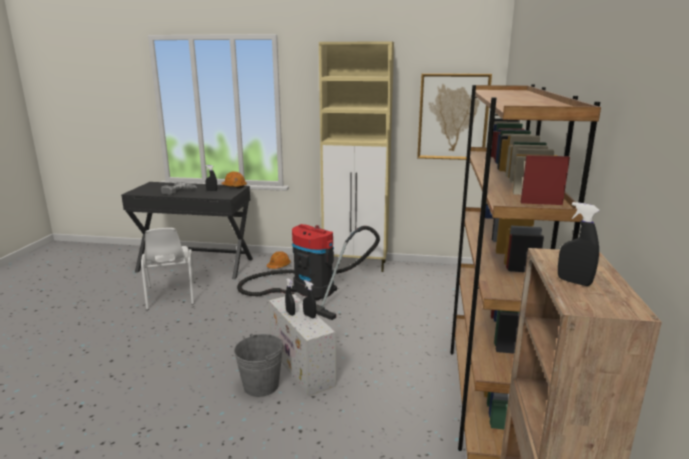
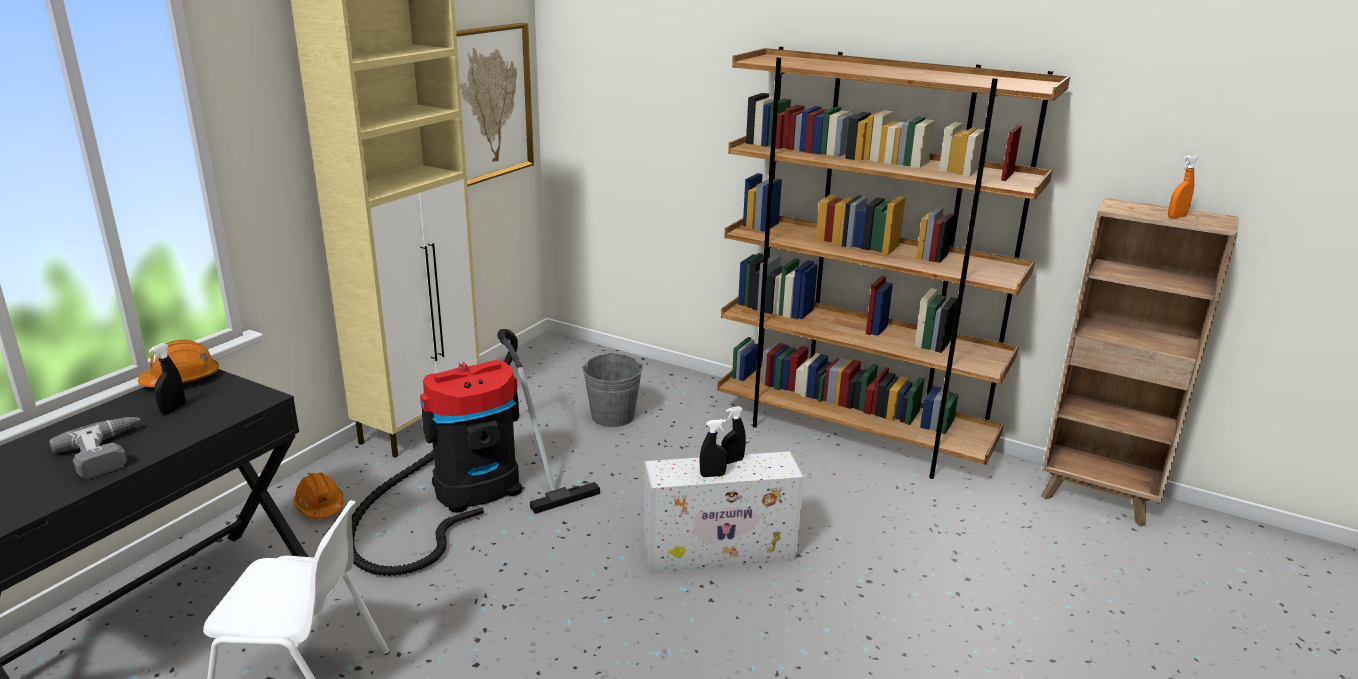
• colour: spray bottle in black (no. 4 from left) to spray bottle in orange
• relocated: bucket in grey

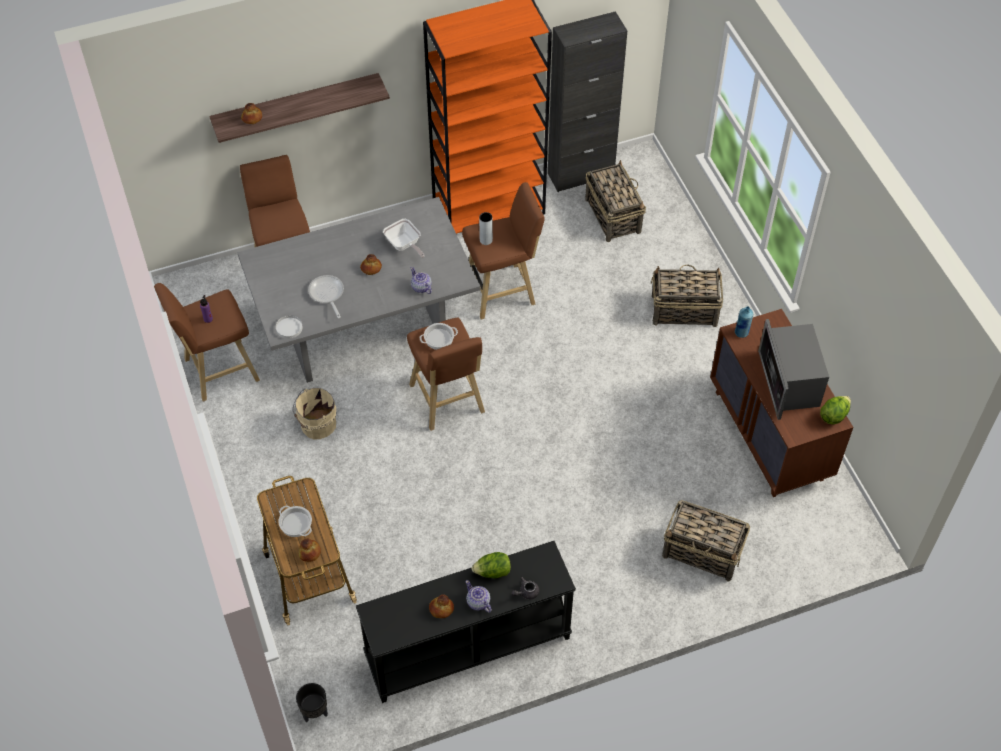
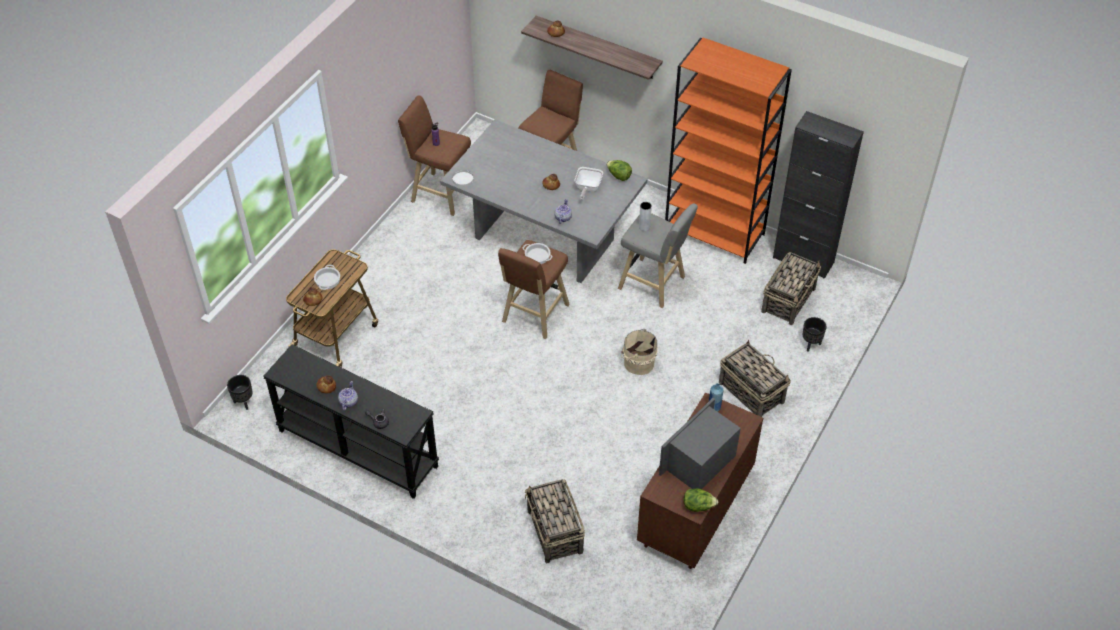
• colour: stool in brown (no. 4 from left) to stool in grey
• missing: frying pan (no. 1 from left)
• relocated: bucket in beige
• relocated: lettuce (no. 1 from left)
• appeared: planter in black (no. 2 from left)

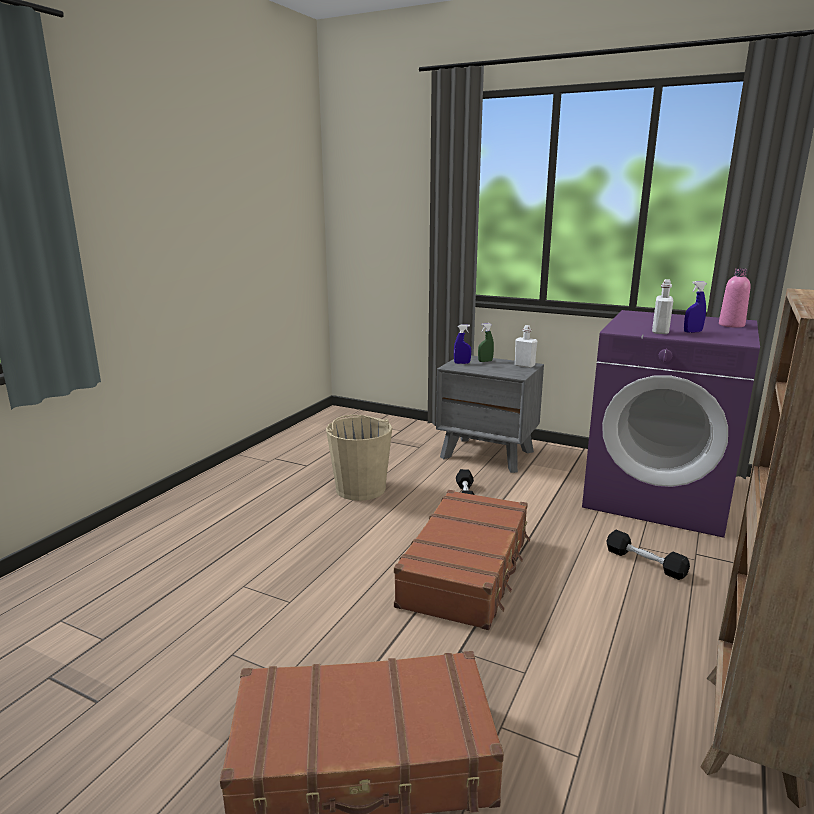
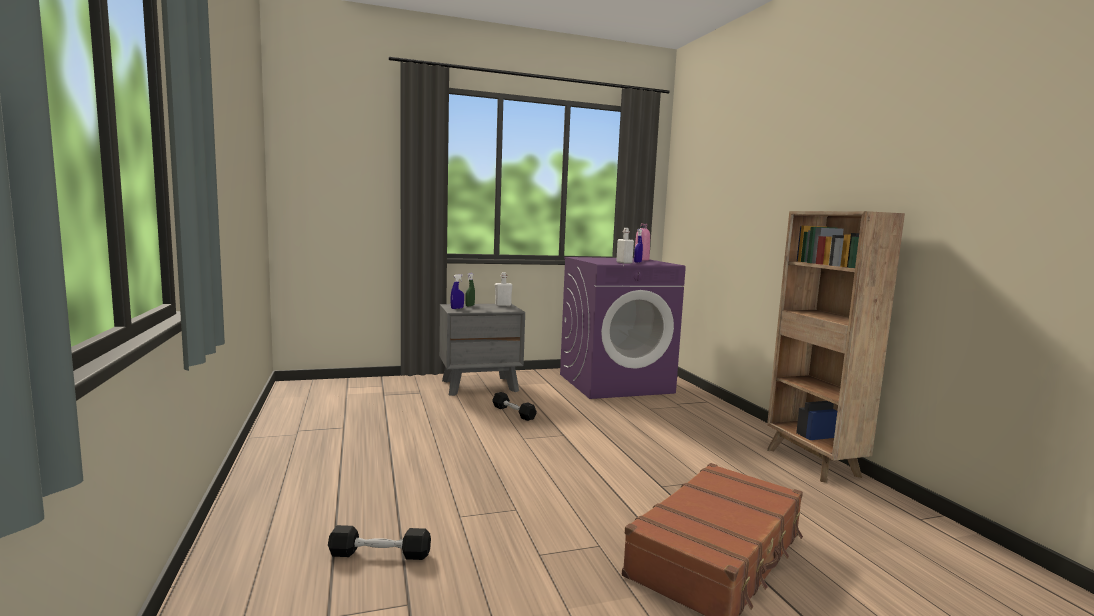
• missing: bucket in beige
• missing: suitcase in brown (no. 2 from left)
• relocated: dumbbell in black (no. 2 from left in the first image) to dumbbell in black (no. 1 from left)

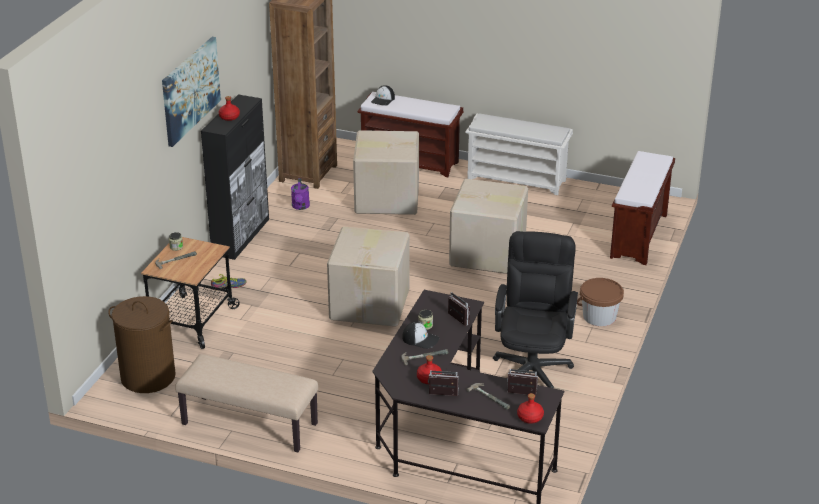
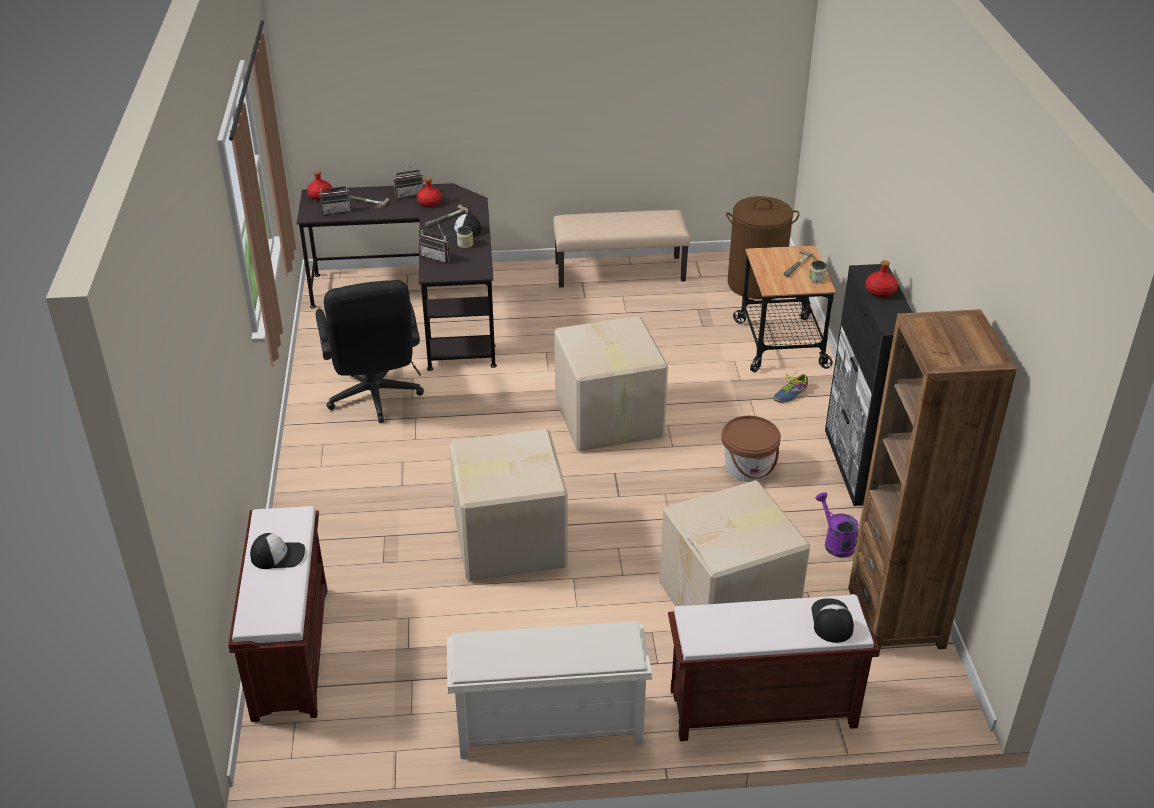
• missing: picture
• relocated: bucket in brown
• appeared: cap (no. 1 from left)

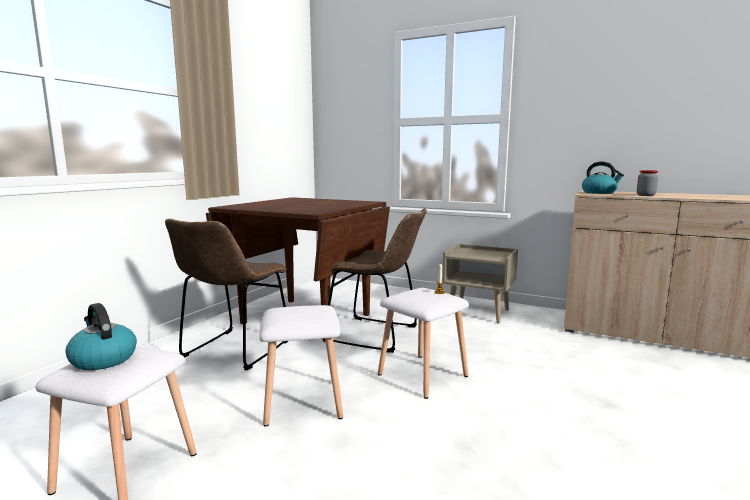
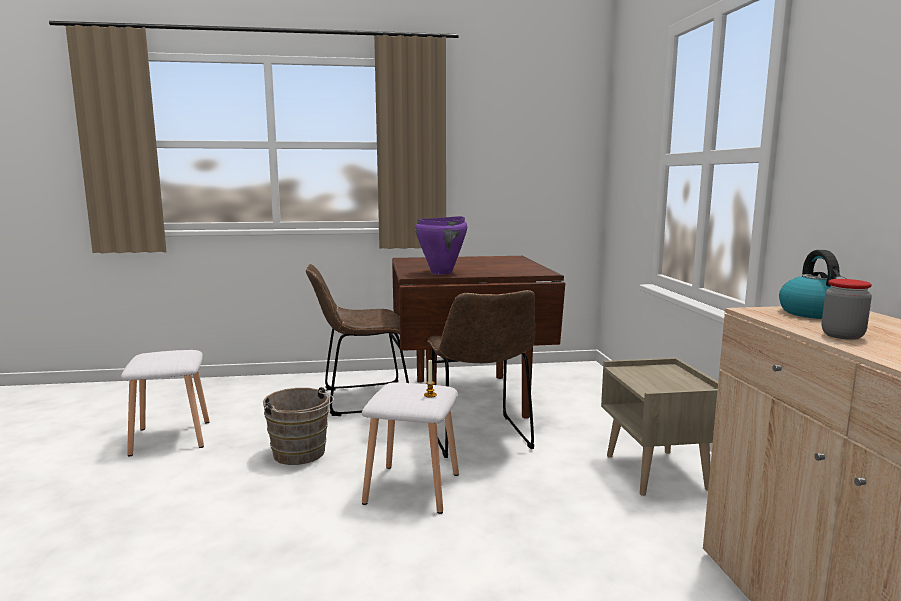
• missing: kettle (no. 1 from left)
• exchanged: stool in white (no. 2 from left) to bucket in brown
• appeared: cooking pot in purple

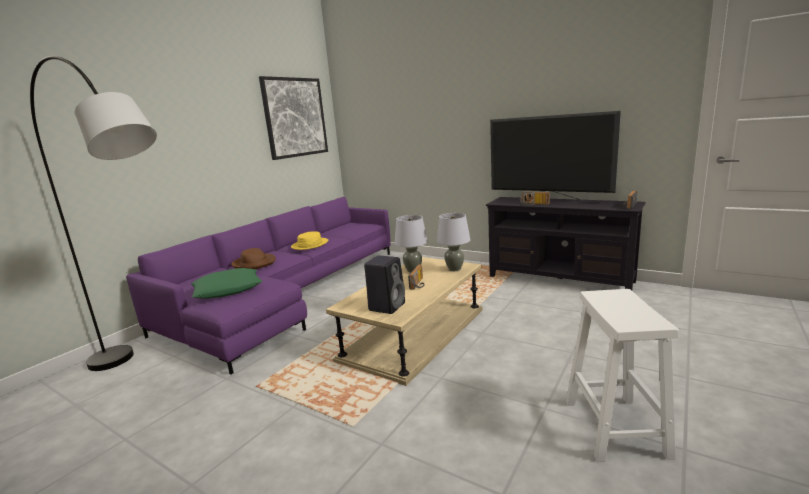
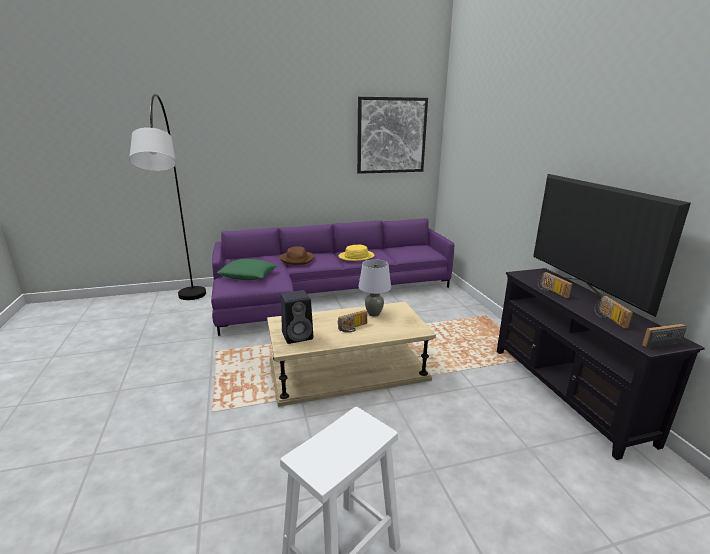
• missing: table lamp in grey (no. 2 from left)
• appeared: radio (no. 3 from left)

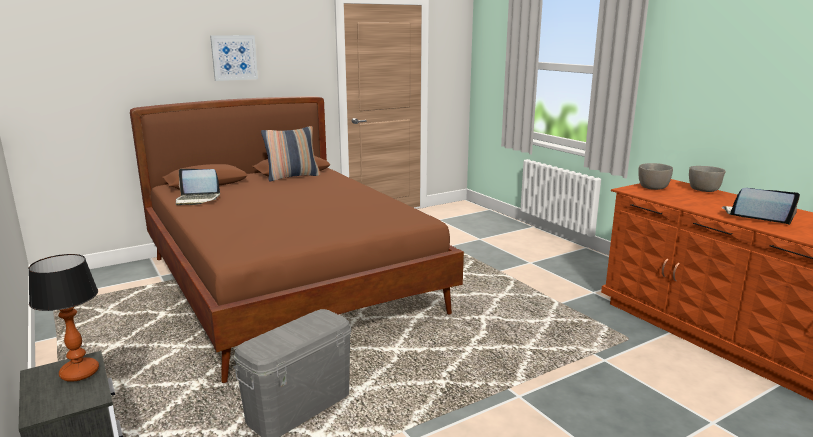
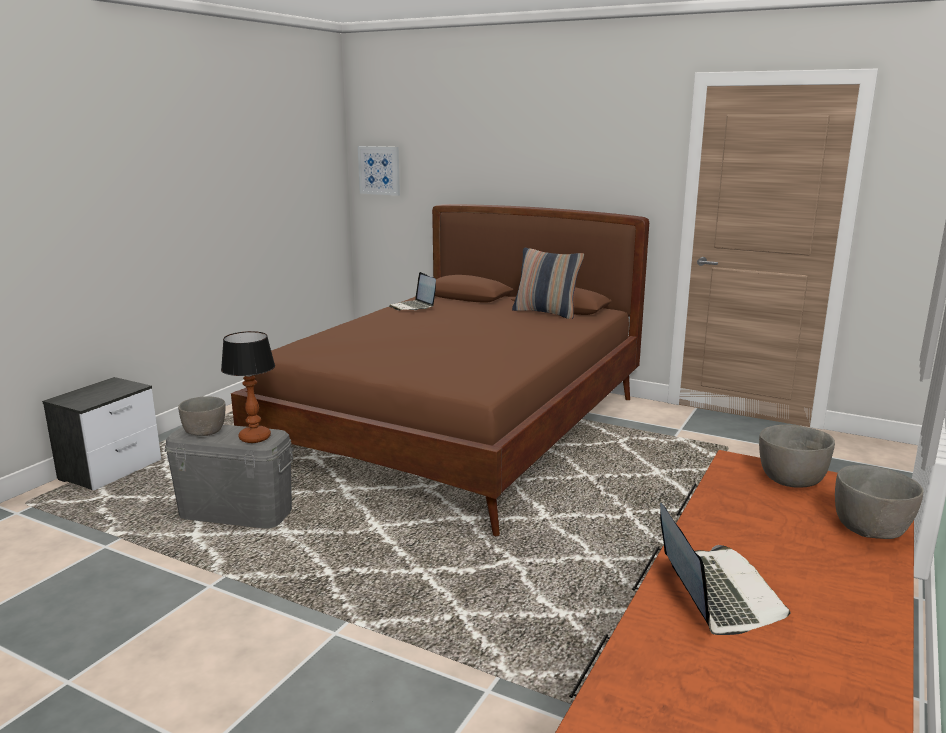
• relocated: picture
• relocated: table lamp
• appeared: bowl in grey (no. 1 from left)

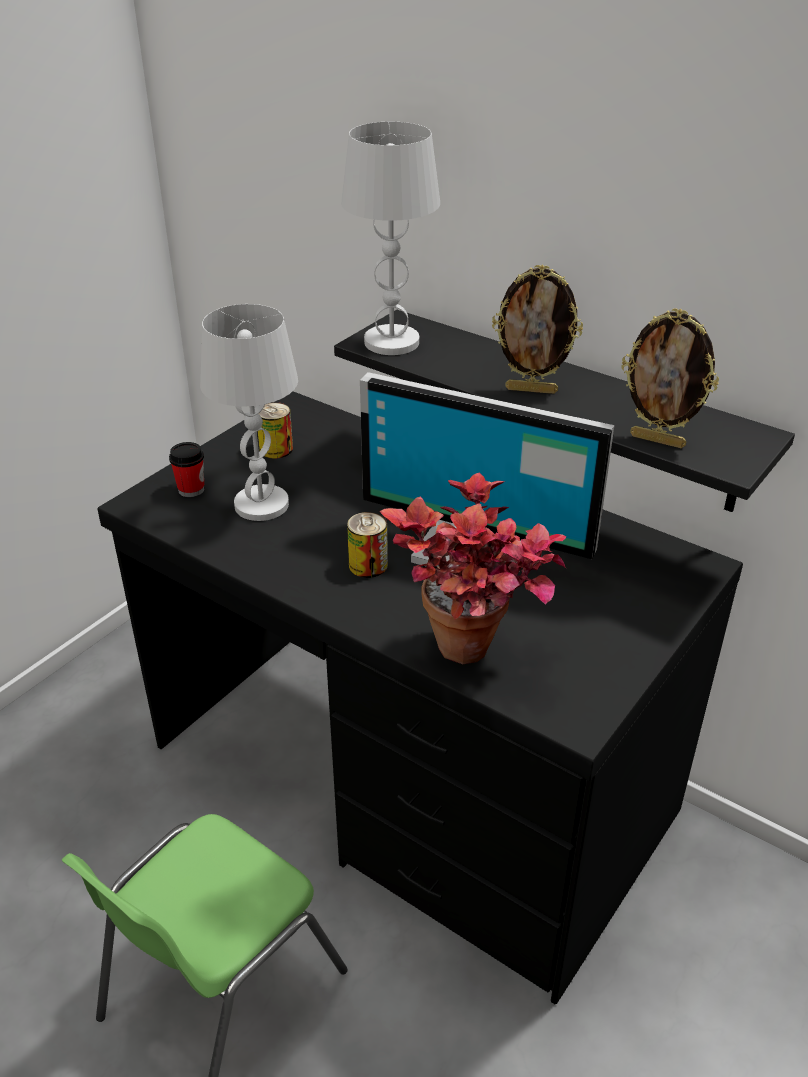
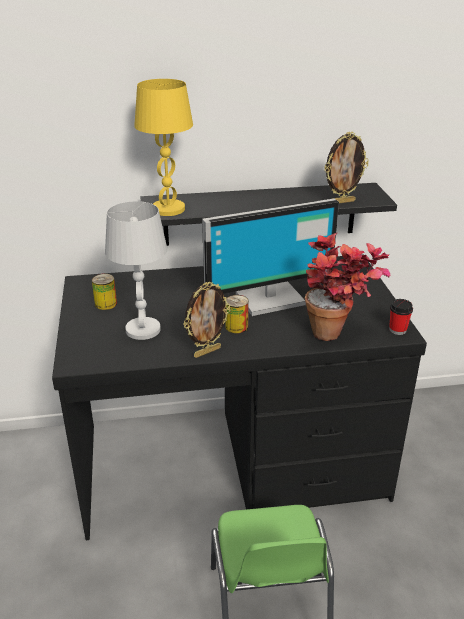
• colour: table lamp in white (no. 2 from left) to table lamp in yellow
• relocated: picture frame (no. 1 from left)
• relocated: cup

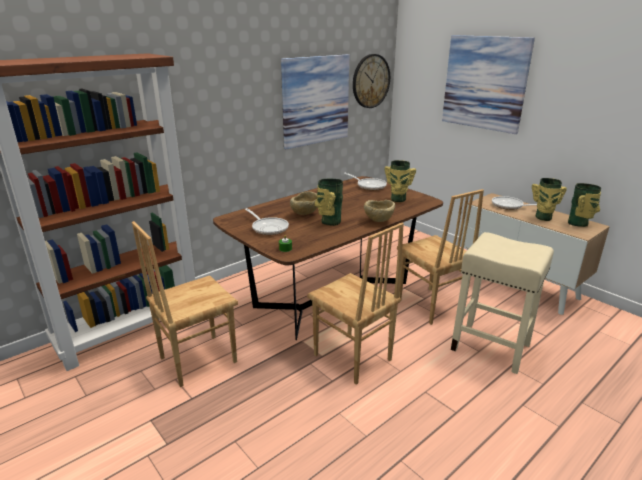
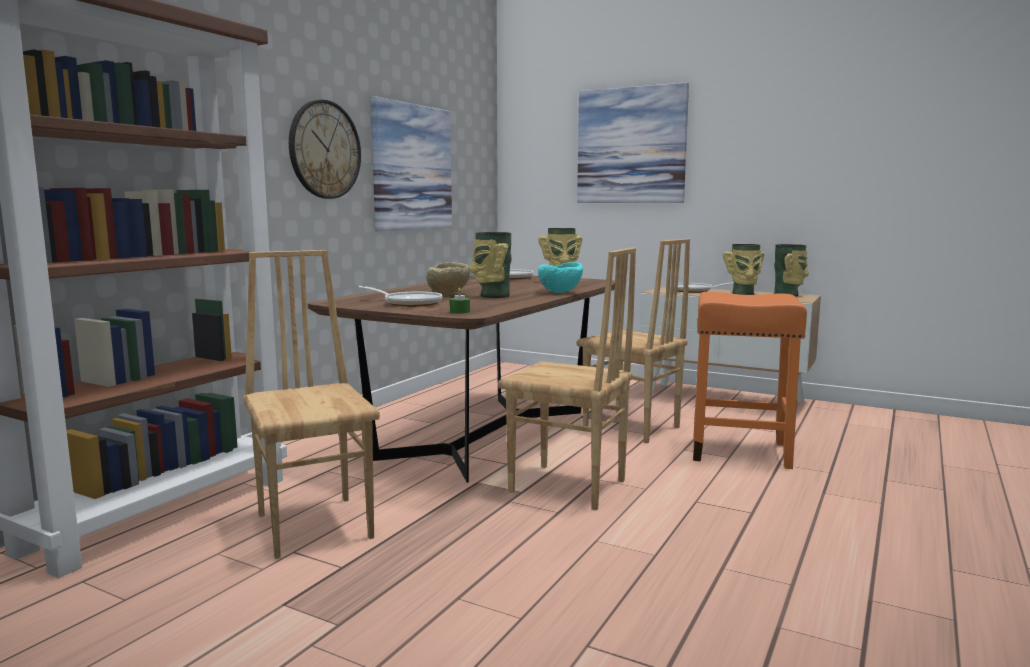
• relocated: wall clock
• colour: bowl in beige (no. 2 from left) to bowl in turquoise
• spun: chair in brown (no. 1 from left) 120 degrees clockwise
• colour: stool in beige to stool in orange

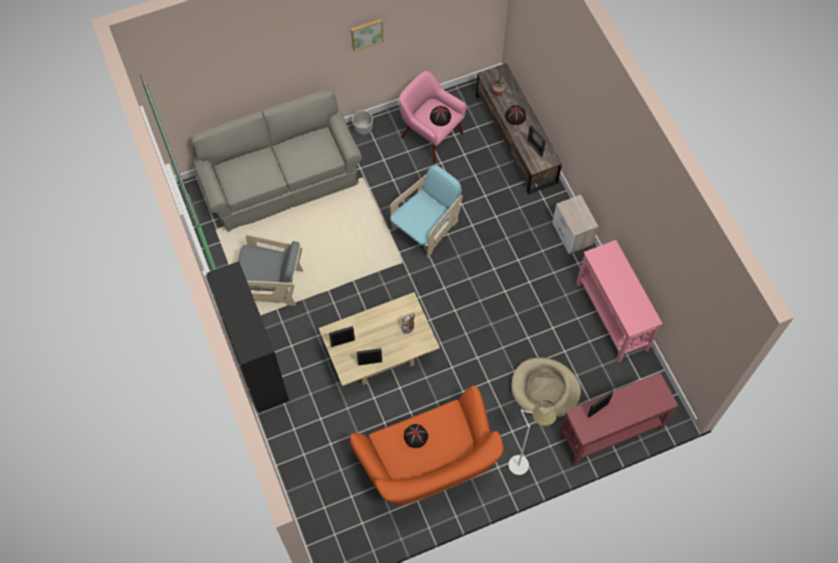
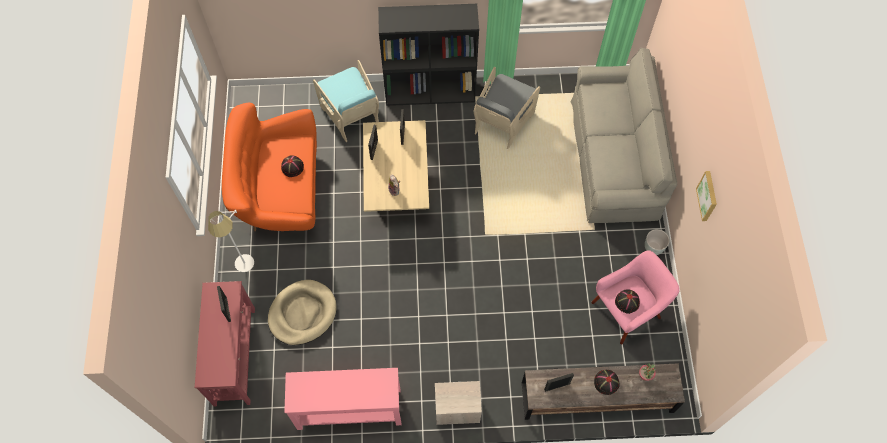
• relocated: armchair in turquoise

